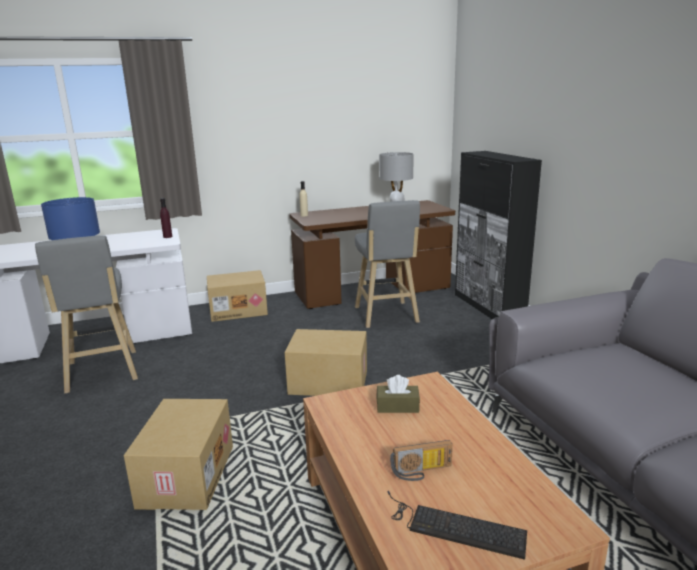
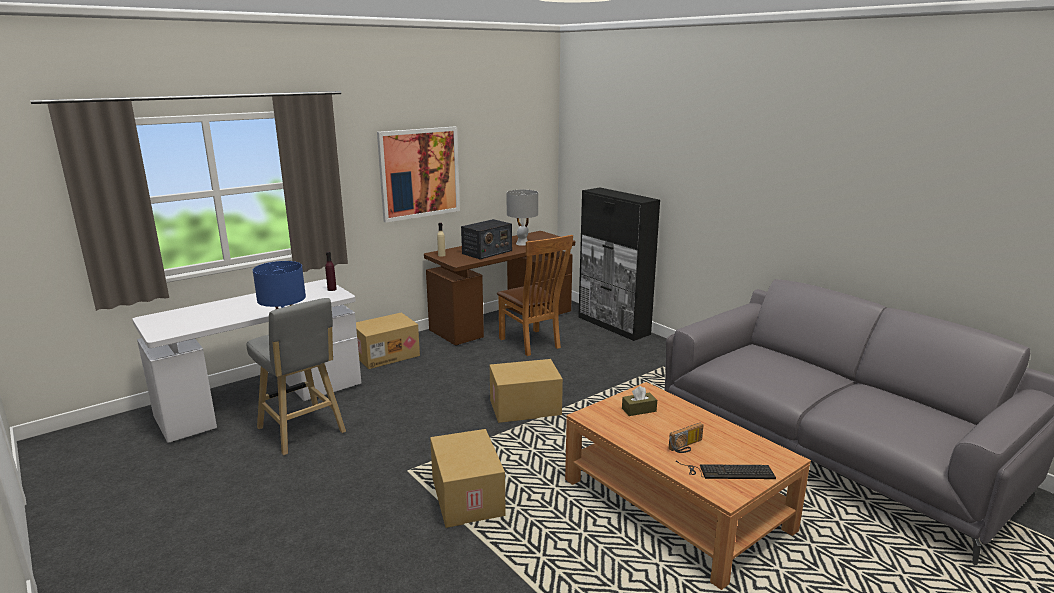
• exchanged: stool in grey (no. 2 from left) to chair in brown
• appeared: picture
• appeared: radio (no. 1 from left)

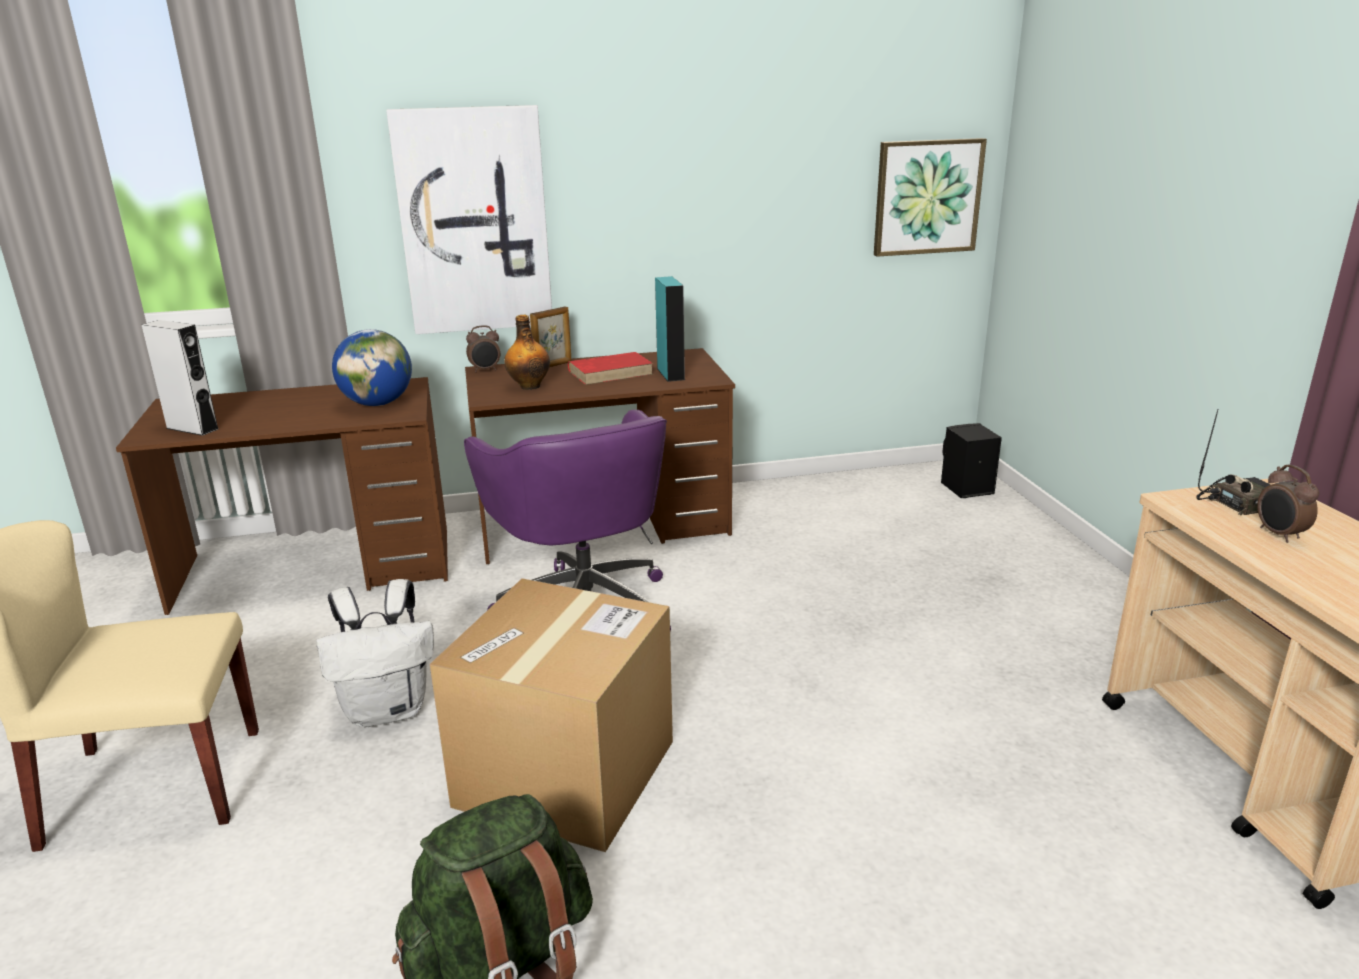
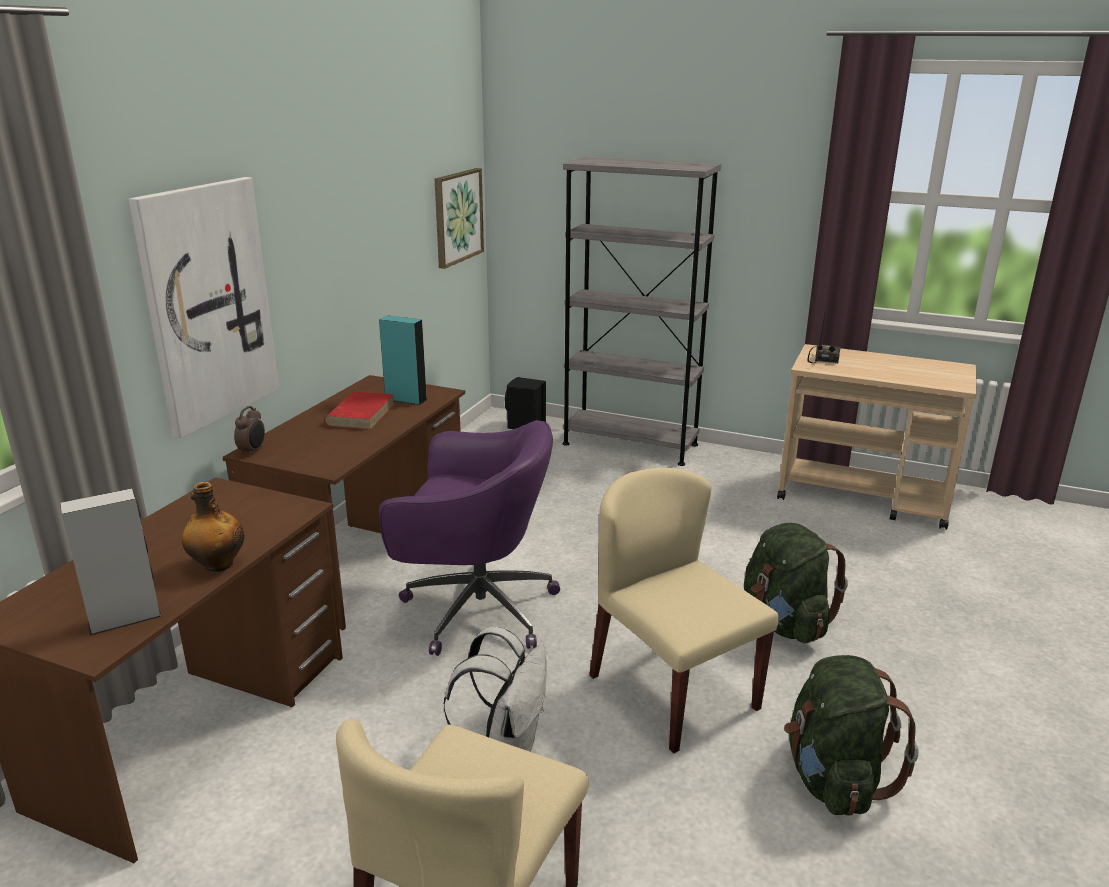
• missing: picture frame
• relocated: bottle
• missing: globe
• missing: alarm clock (no. 2 from left)
• exchanged: cardboard box to chair in beige (no. 2 from left)
• appeared: bookcase in grey
• appeared: backpack in green (no. 1 from left)

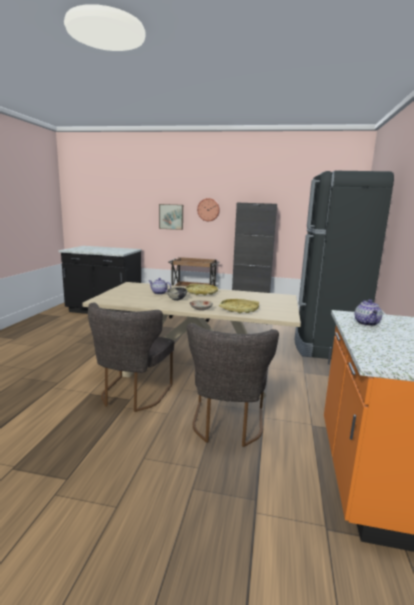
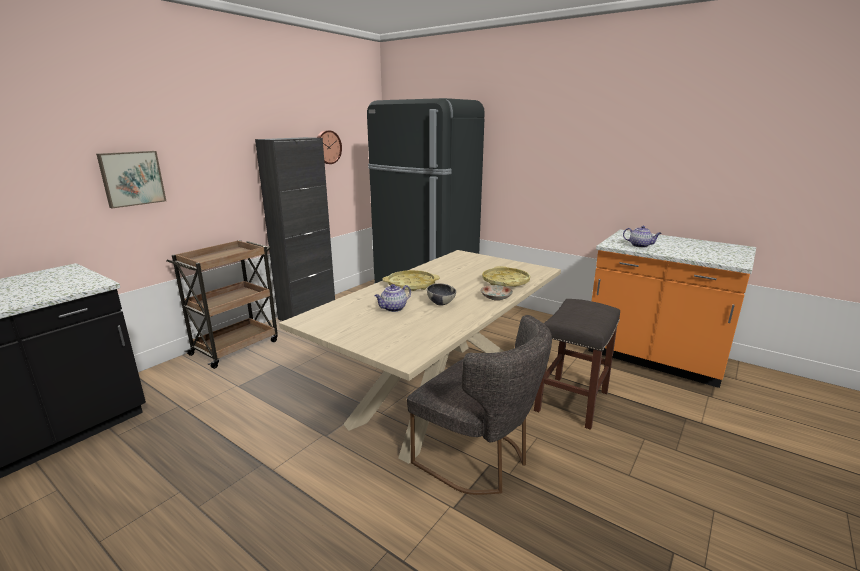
• relocated: wall clock
• exchanged: chair in grey (no. 2 from left) to stool in grey

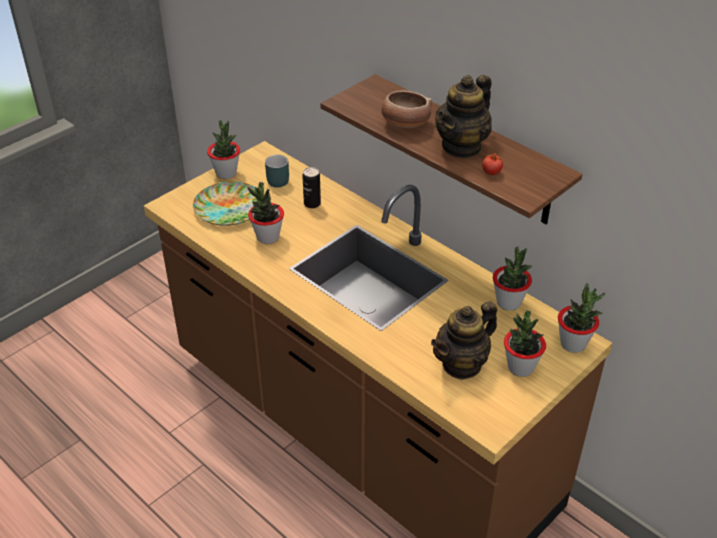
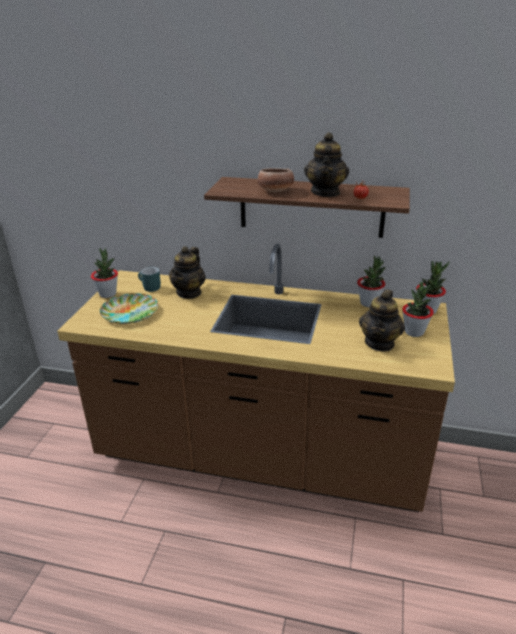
• exchanged: can to teapot (no. 1 from left)
• missing: potted plant (no. 2 from left)

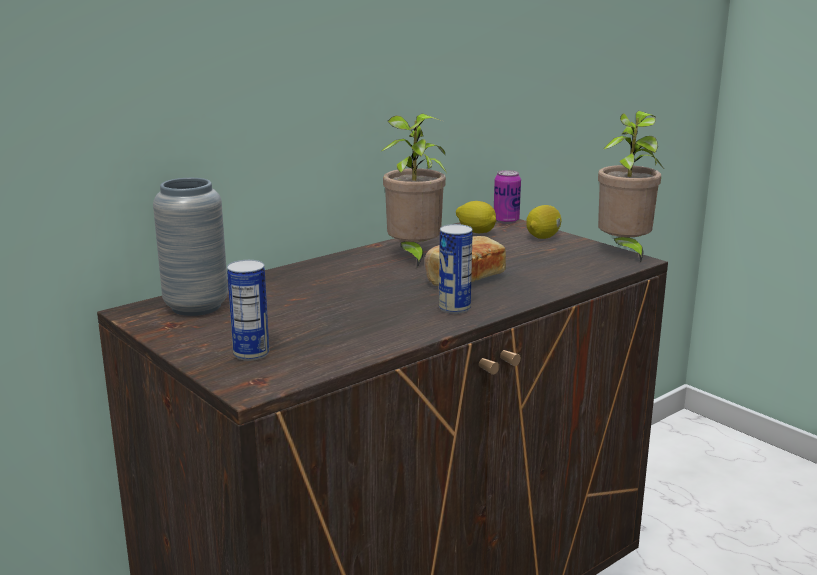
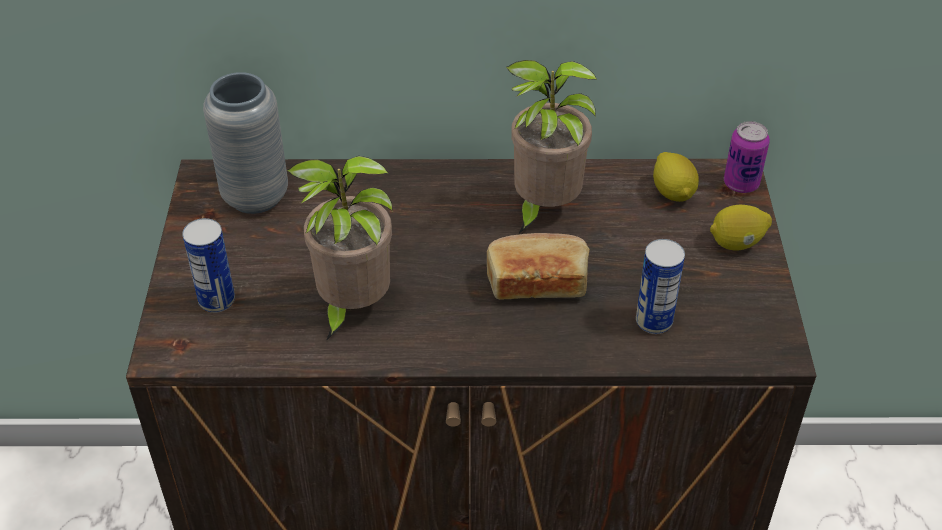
• relocated: potted plant (no. 2 from left in the first image) to potted plant (no. 1 from left)
• relocated: can (no. 2 from left)

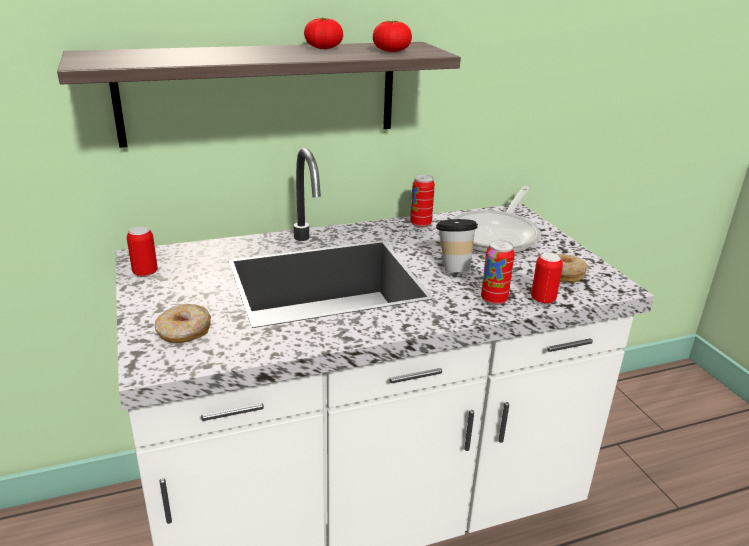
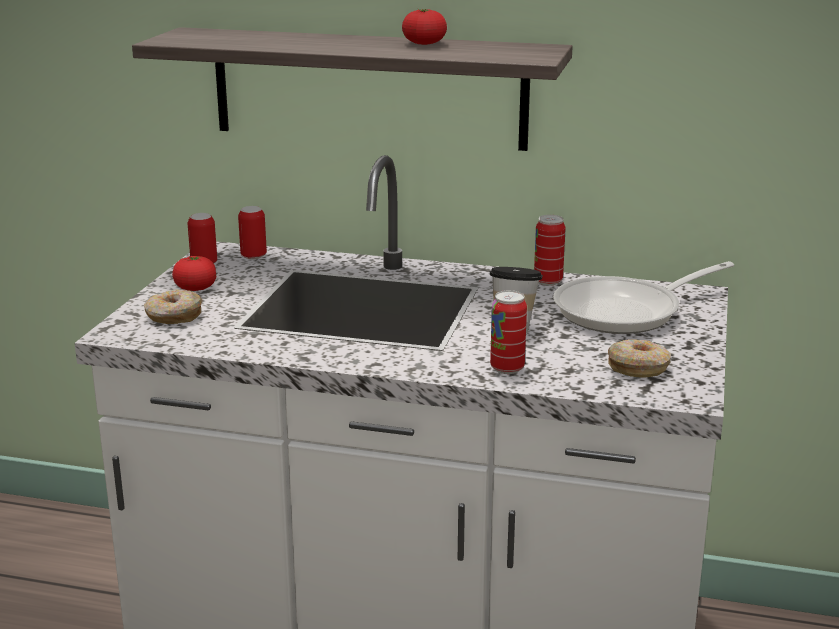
• relocated: tomato (no. 2 from left in the first image) to tomato (no. 1 from left)
• relocated: can (no. 4 from left in the first image) to can (no. 2 from left)

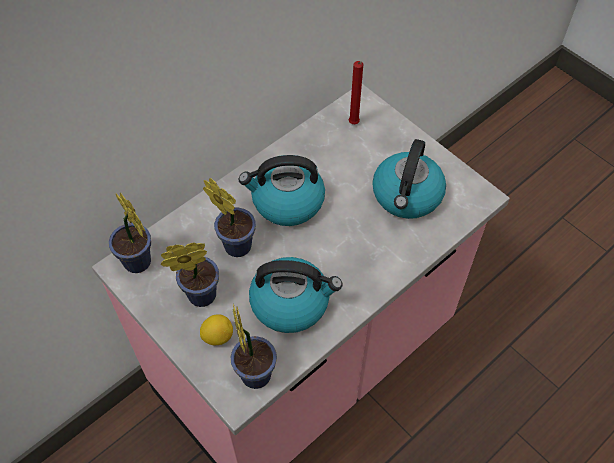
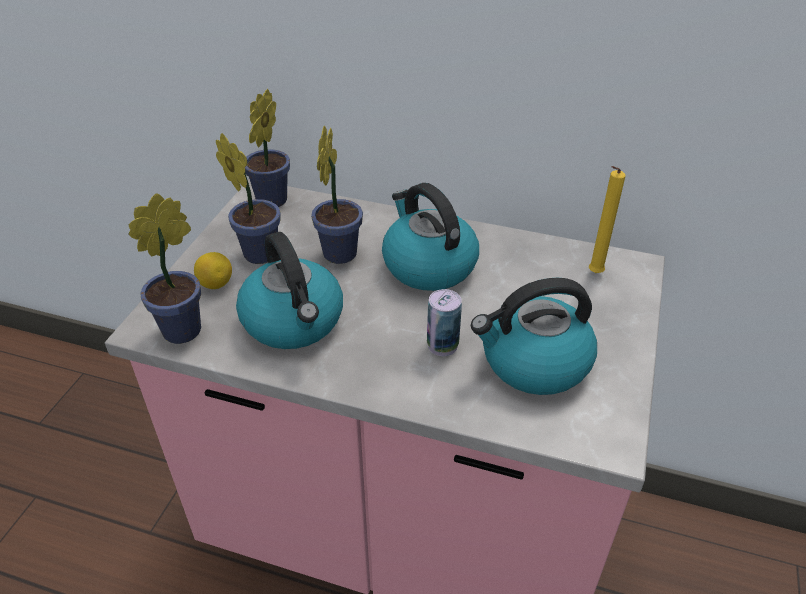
• colour: candle in red to candle in yellow
• appeared: can

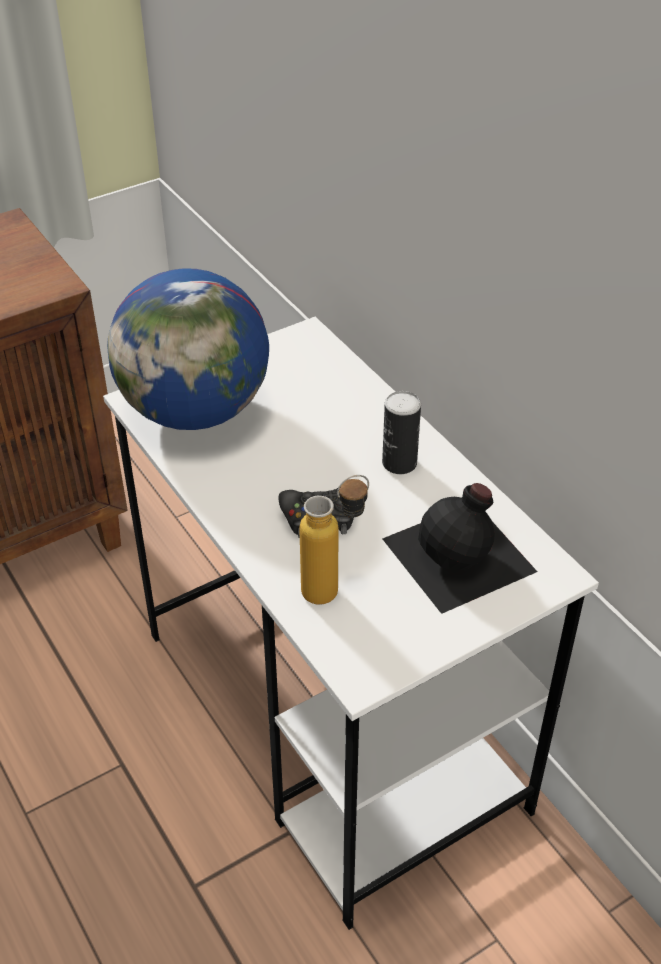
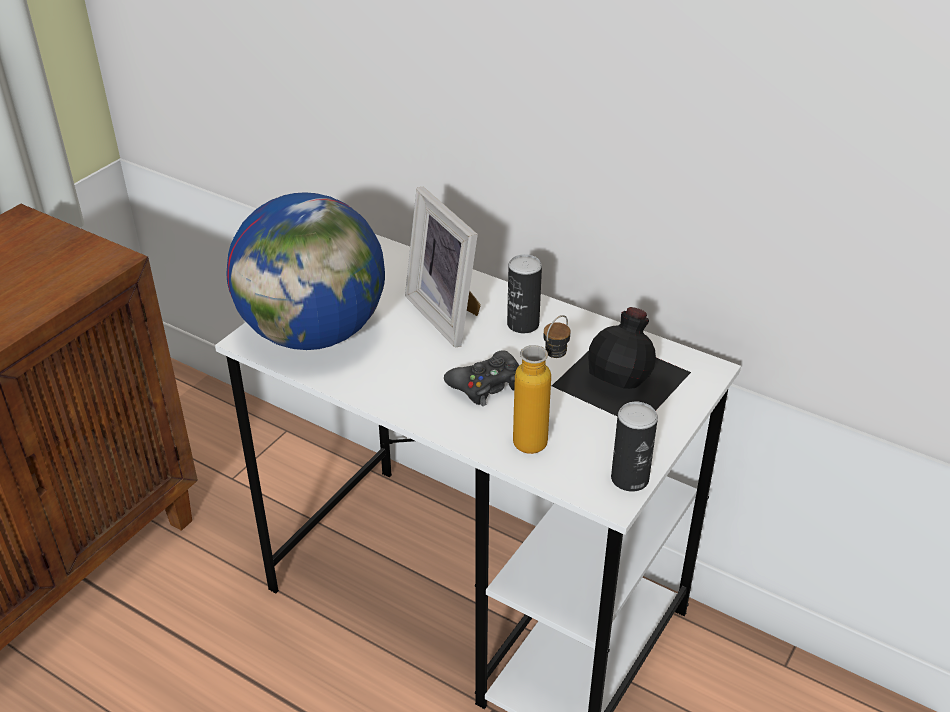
• appeared: picture frame
• appeared: can (no. 2 from left)

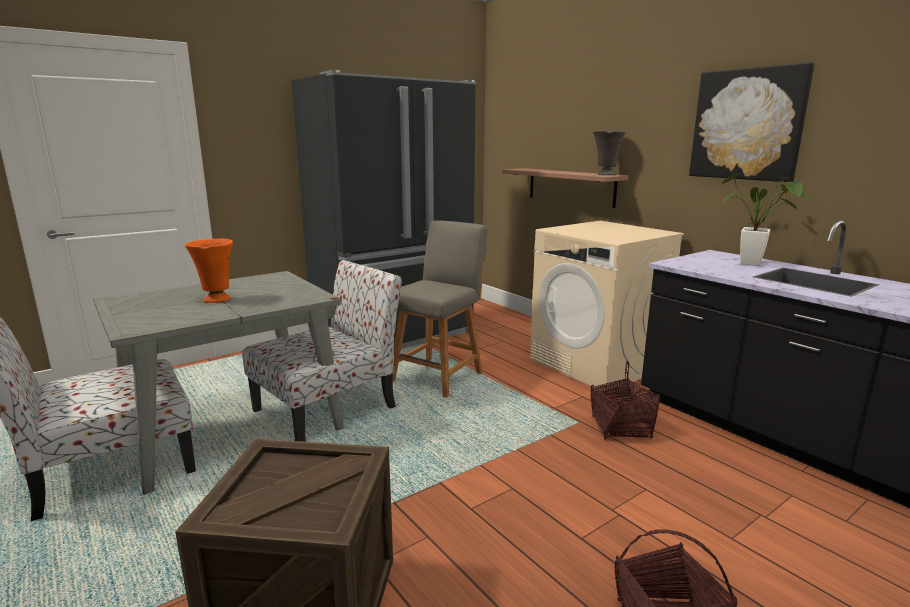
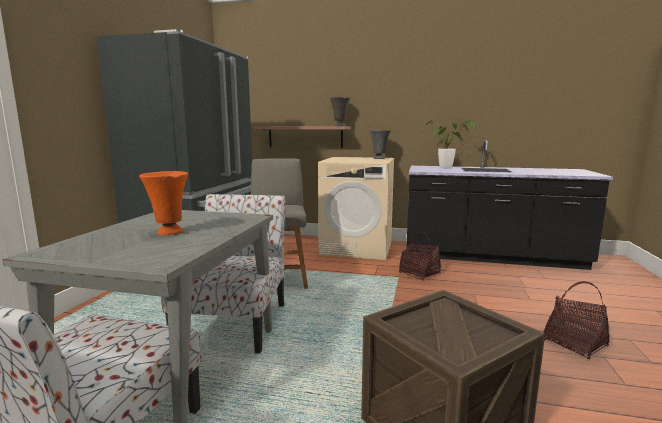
• missing: picture
• appeared: vase in grey (no. 2 from left)

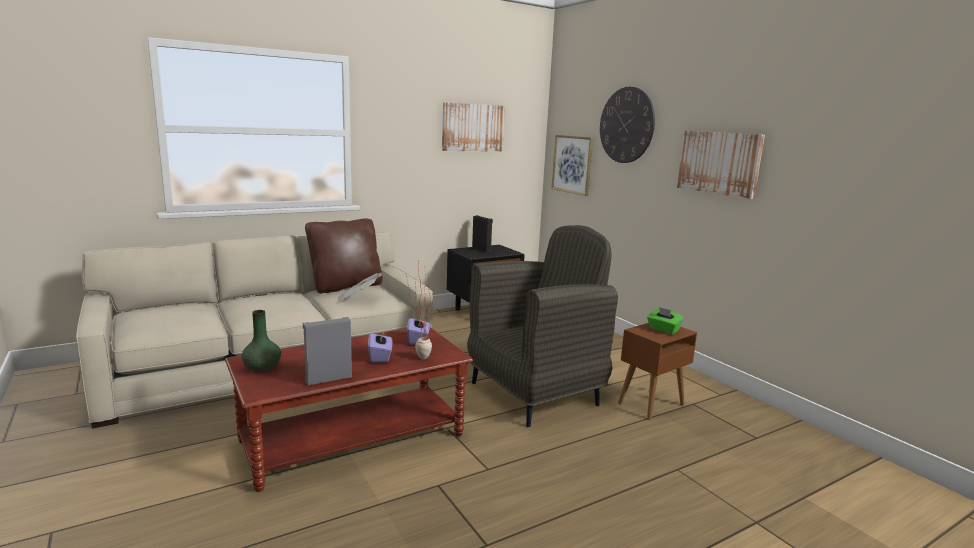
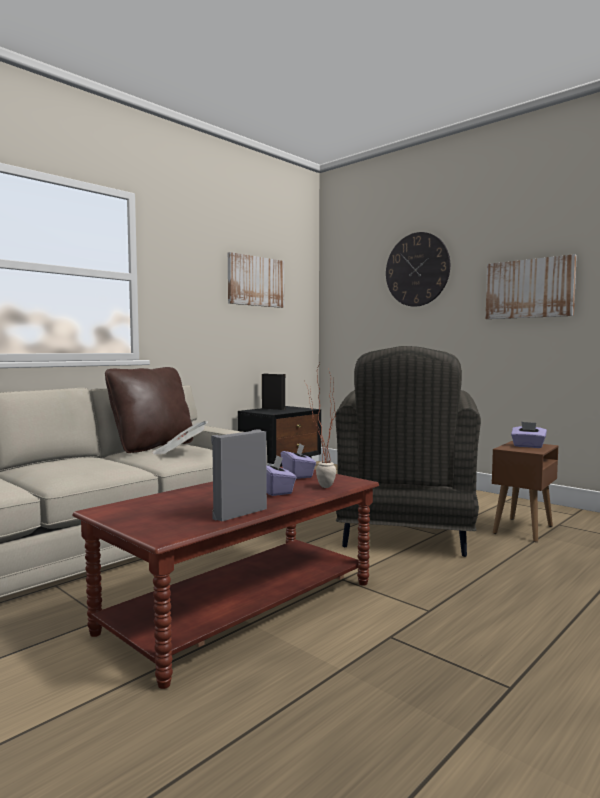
• missing: picture (no. 2 from left)
• spun: armchair in grey 150 degrees clockwise
• colour: tissue box in green to tissue box in purple (no. 3 from left)
• missing: vase in green

